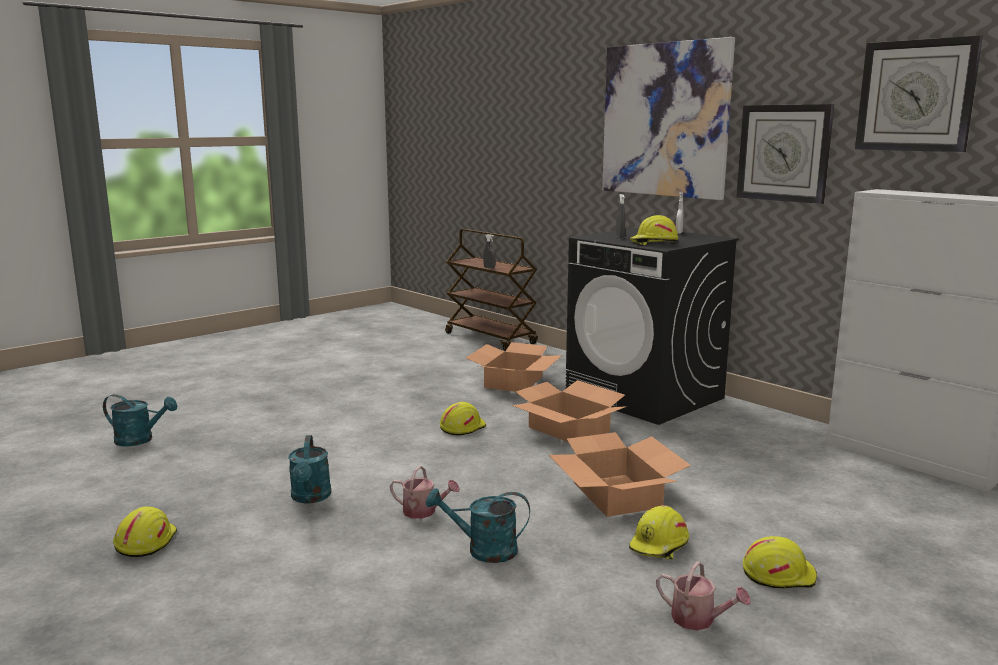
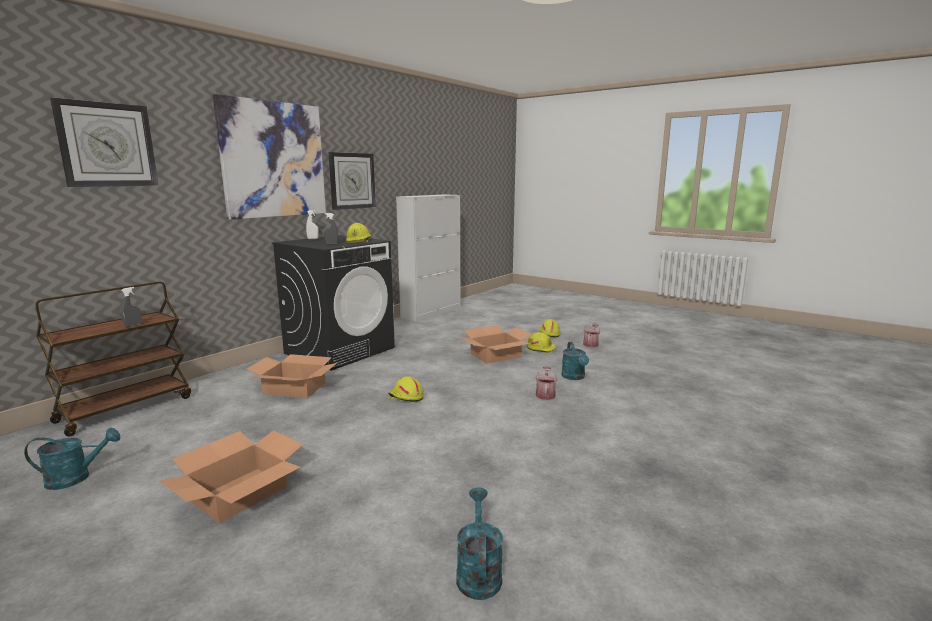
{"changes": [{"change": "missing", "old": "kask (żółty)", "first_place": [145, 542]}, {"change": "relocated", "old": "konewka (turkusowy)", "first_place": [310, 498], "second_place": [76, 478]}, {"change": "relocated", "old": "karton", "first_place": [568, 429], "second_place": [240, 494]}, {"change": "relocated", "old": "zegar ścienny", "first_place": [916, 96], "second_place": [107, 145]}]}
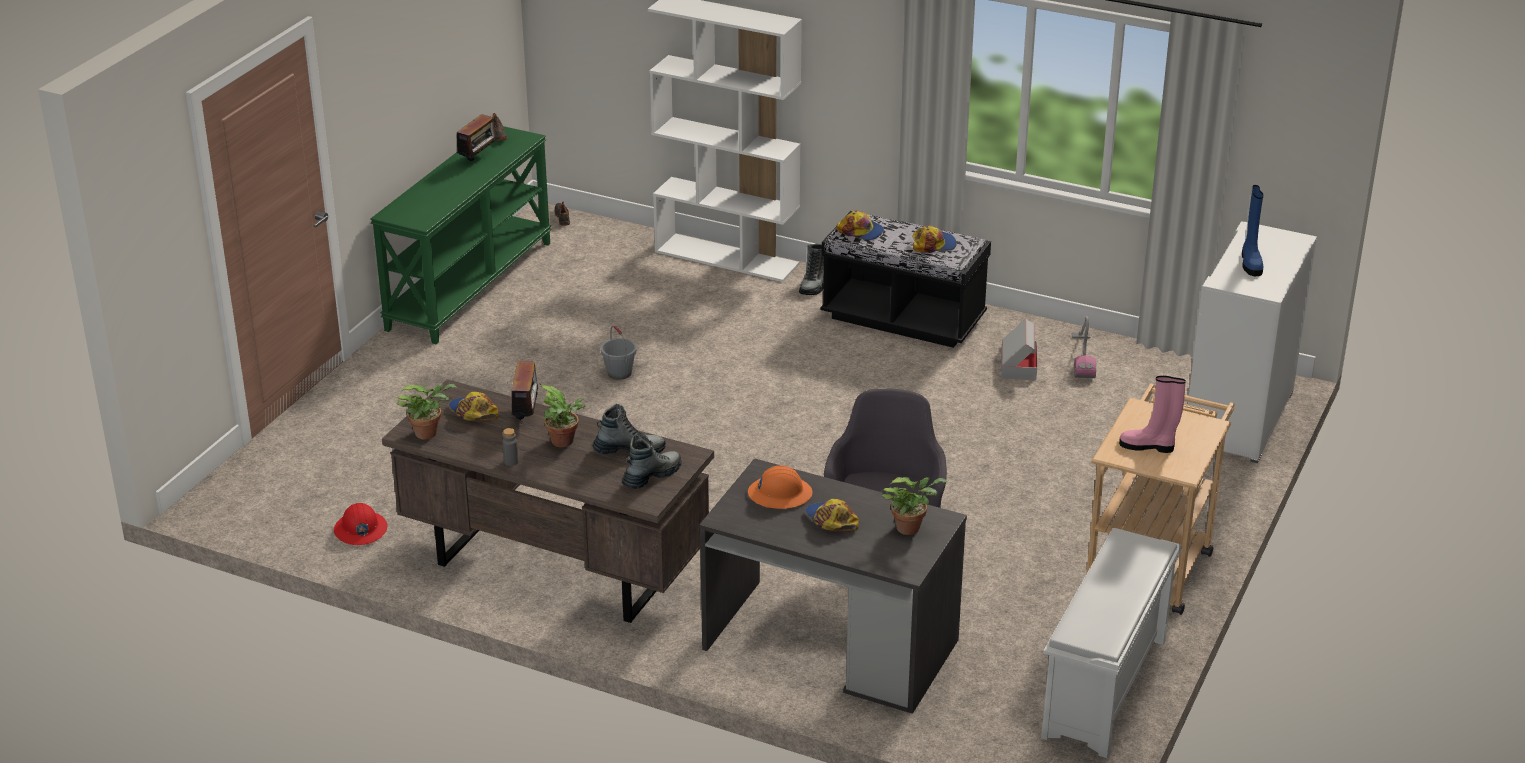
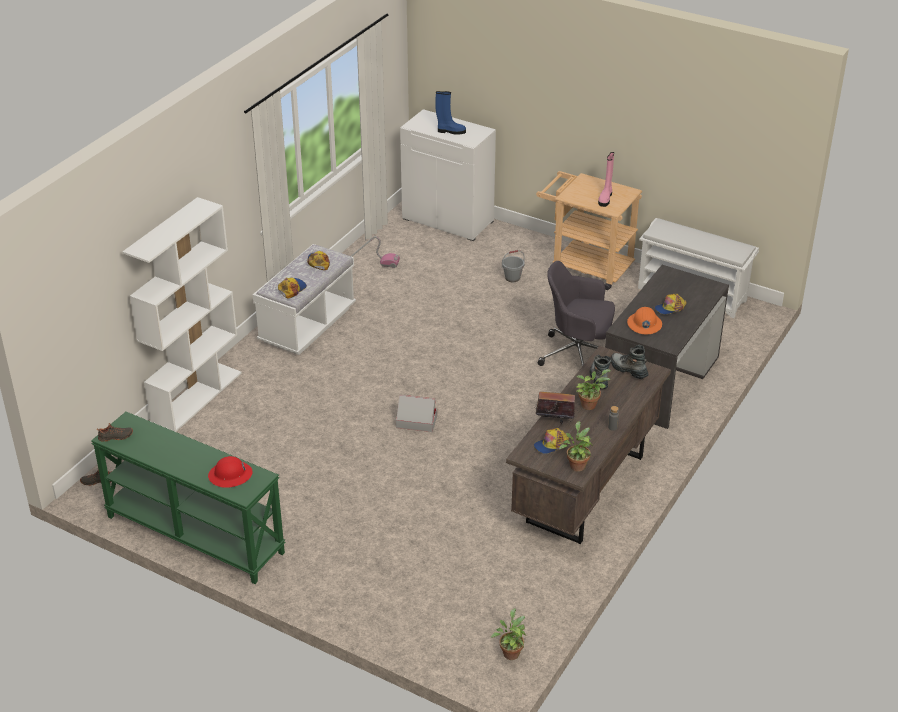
{"changes": [{"change": "missing", "old": "radio", "first_place": [478, 158]}, {"change": "missing", "old": "but z cholewką", "first_place": [814, 284]}, {"change": "relocated", "old": "kask (czerwony)", "first_place": [360, 530], "second_place": [230, 475]}, {"change": "relocated", "old": "wiadro (szary)", "first_place": [620, 373], "second_place": [512, 278]}, {"change": "relocated", "old": "roślina doniczkowa", "first_place": [911, 527], "second_place": [510, 652]}, {"change": "relocated", "old": "karton", "first_place": [1018, 365], "second_place": [416, 422]}, {"change": "colour", "old": "ławka (czarny)", "new": "ławka (biały)", "first_place": [903, 318], "second_place": [307, 325]}]}
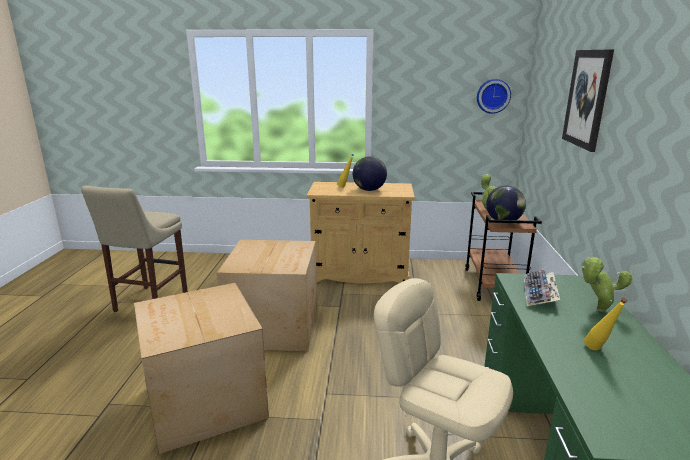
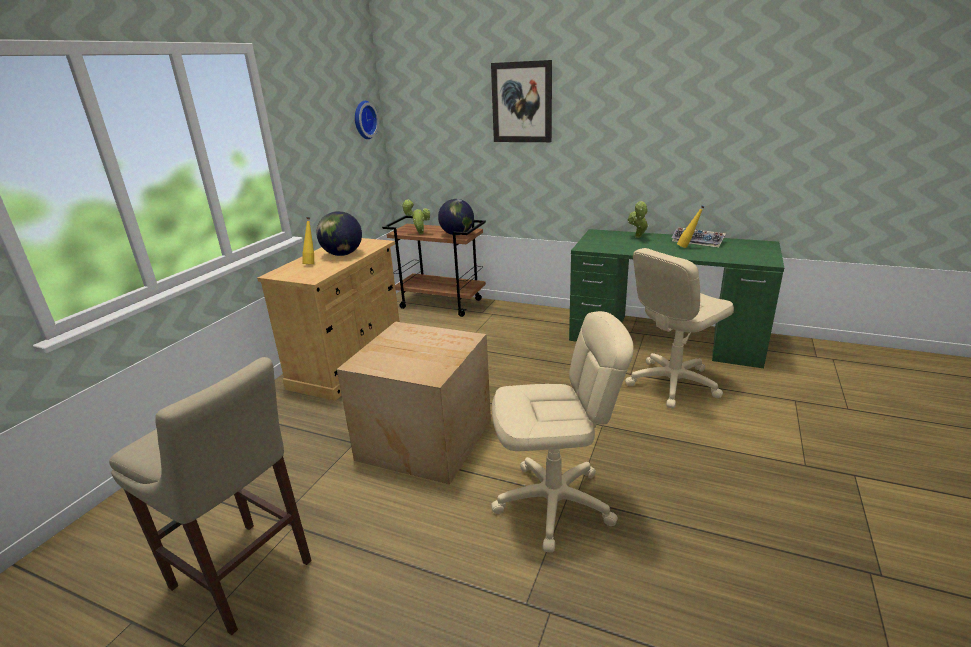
{"changes": [{"change": "relocated", "old": "klawiatura", "first_place": [540, 294], "second_place": [698, 241]}, {"change": "exchanged", "old": "karton", "new": "krzesło biurowe (beżowy)", "first_place": [204, 403], "second_place": [554, 504]}]}
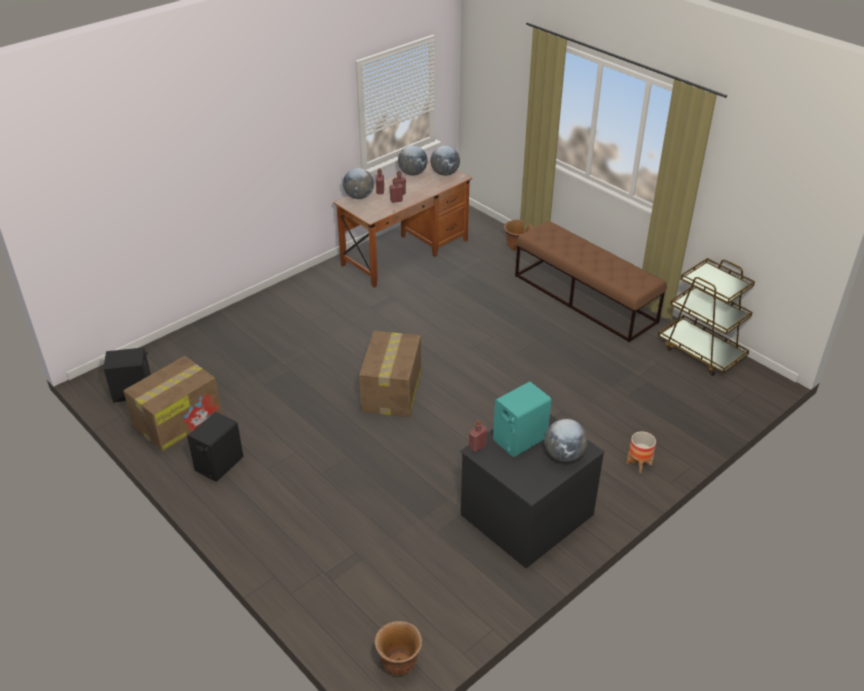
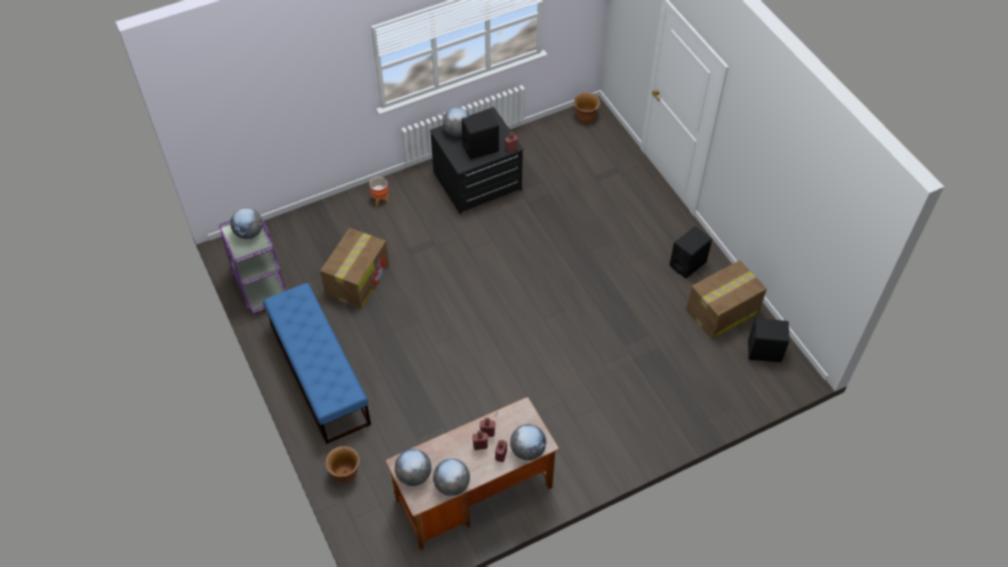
{"changes": [{"change": "appeared", "new": "globus", "second_place": [249, 233]}, {"change": "relocated", "old": "karton", "first_place": [391, 392], "second_place": [358, 279]}, {"change": "colour", "old": "głośnik (turkusowy)", "new": "głośnik (czarny)", "first_place": [519, 439], "second_place": [481, 148]}, {"change": "colour", "old": "ławka (brązowy)", "new": "ławka (niebieski)", "first_place": [585, 298], "second_place": [319, 373]}, {"change": "colour", "old": "wózek (brązowy)", "new": "wózek (fioletowy)", "first_place": [701, 352], "second_place": [260, 285]}]}
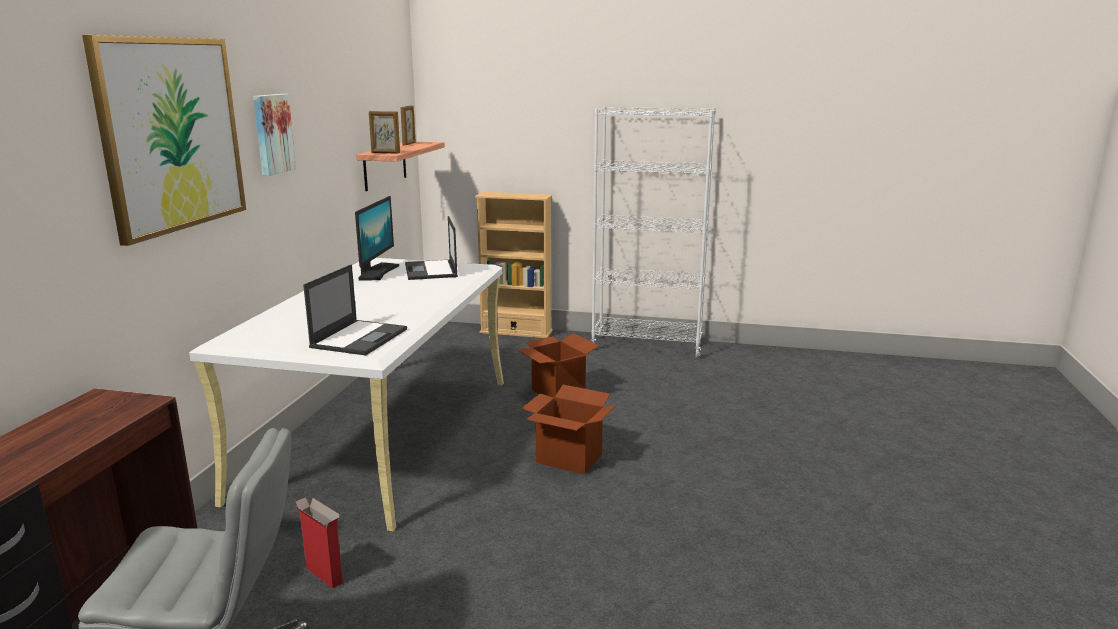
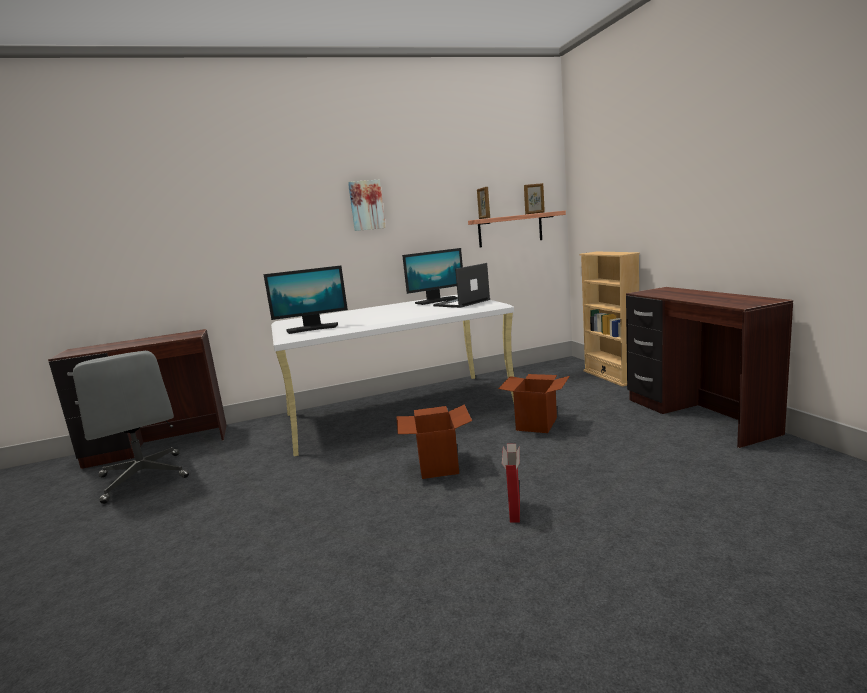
{"changes": [{"change": "missing", "old": "obraz", "first_place": [172, 134]}, {"change": "relocated", "old": "karton", "first_place": [323, 575], "second_place": [515, 510]}, {"change": "exchanged", "old": "laptop", "new": "monitor", "first_place": [360, 338], "second_place": [312, 328]}, {"change": "exchanged", "old": "regał (biały)", "new": "biurko (brązowy)", "first_place": [647, 346], "second_place": [696, 416]}]}
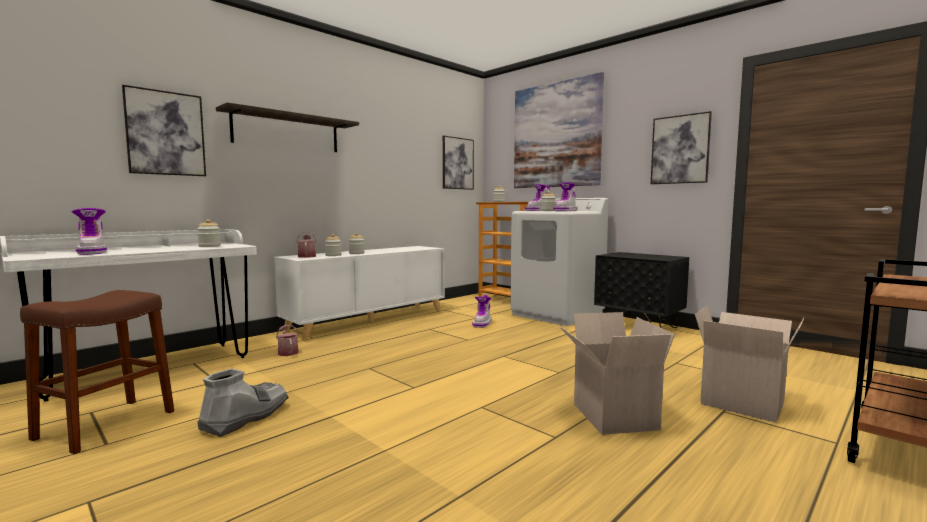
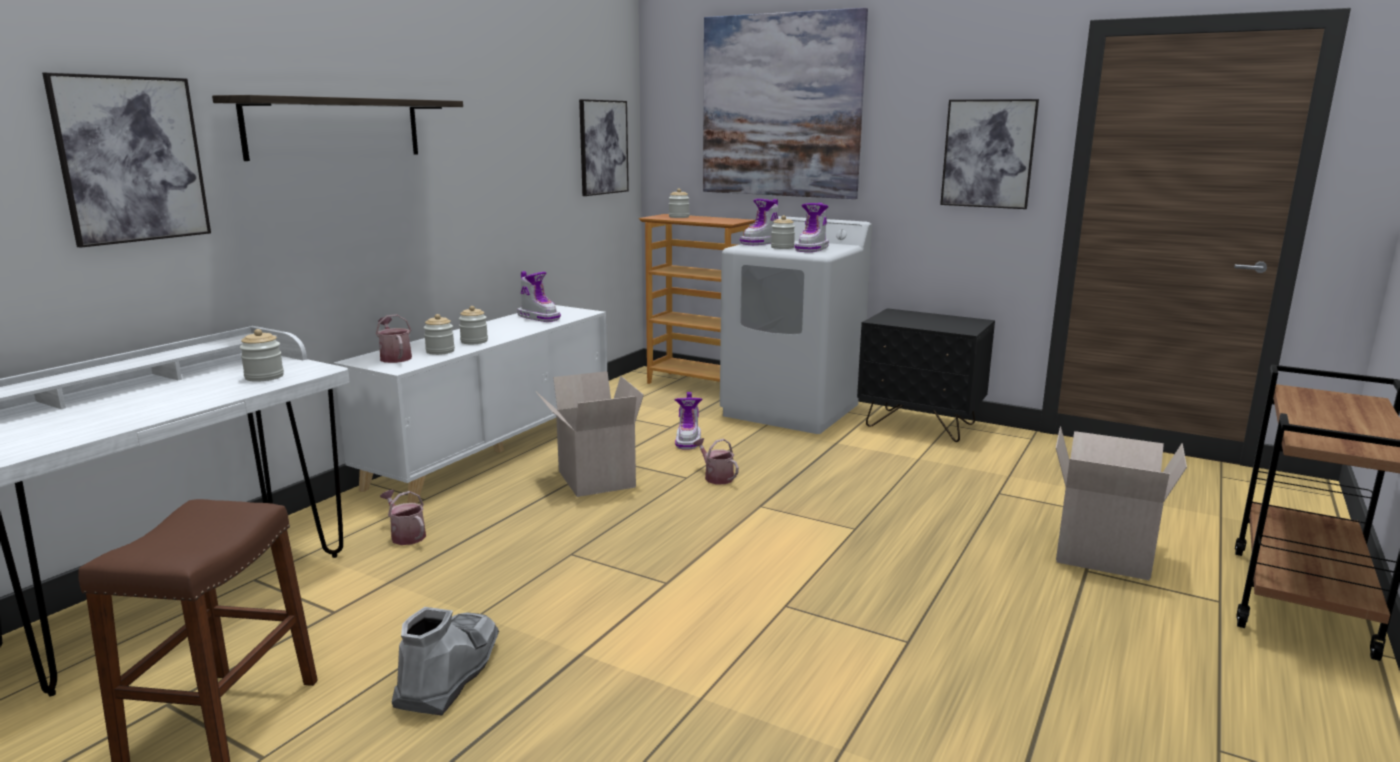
{"changes": [{"change": "appeared", "new": "konewka", "second_place": [716, 477]}, {"change": "relocated", "old": "but z cholewką", "first_place": [92, 252], "second_place": [539, 317]}, {"change": "relocated", "old": "karton", "first_place": [611, 416], "second_place": [593, 479]}]}
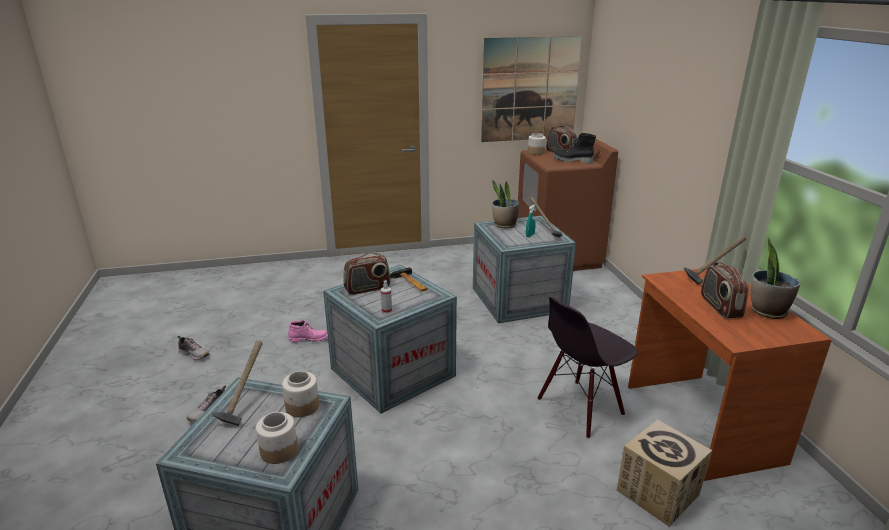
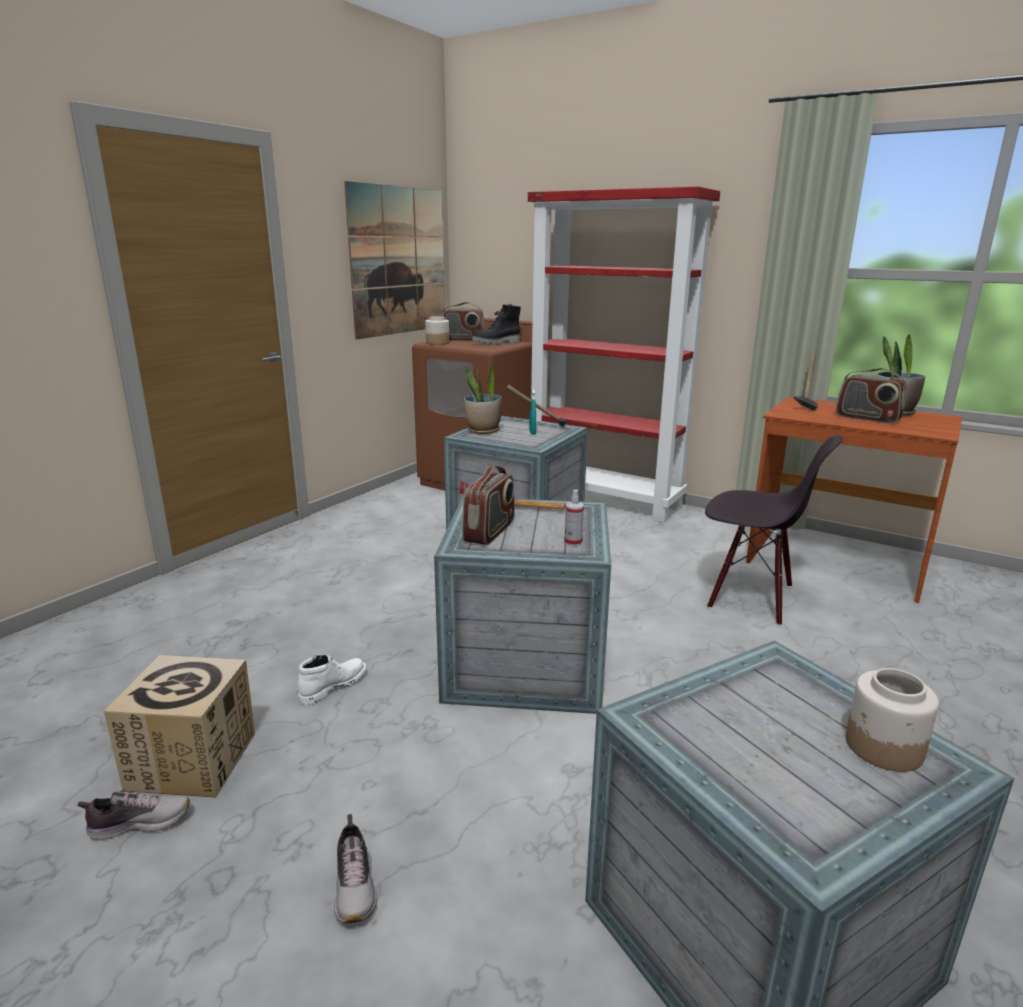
{"changes": [{"change": "missing", "old": "młotek", "first_place": [244, 405]}, {"change": "missing", "old": "słoik", "first_place": [302, 407]}, {"change": "appeared", "new": "regał (czerwony)", "second_place": [605, 500]}, {"change": "relocated", "old": "karton", "first_place": [658, 492], "second_place": [193, 760]}, {"change": "colour", "old": "but z cholewką (różowy)", "new": "but z cholewką (biały)", "first_place": [309, 339], "second_place": [333, 686]}, {"change": "spun", "old": "krzesło (czarny)", "first_place": [580, 408], "second_place": [750, 597], "degrees": -75}]}
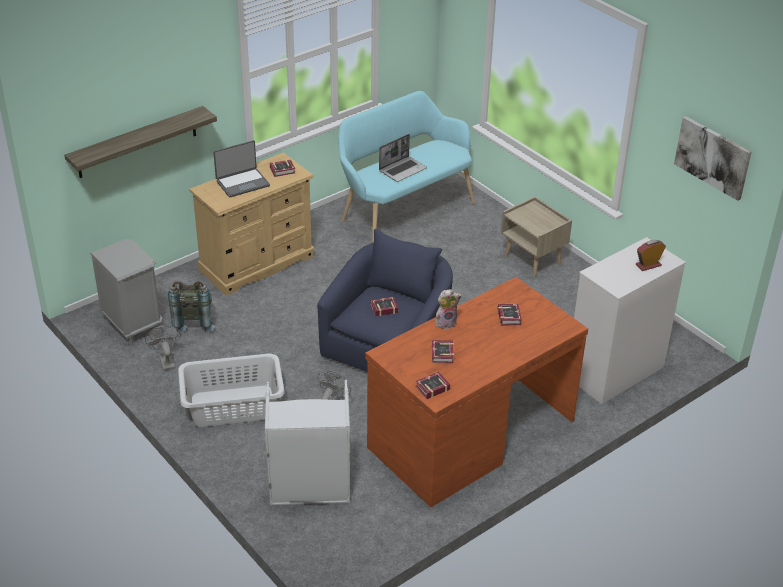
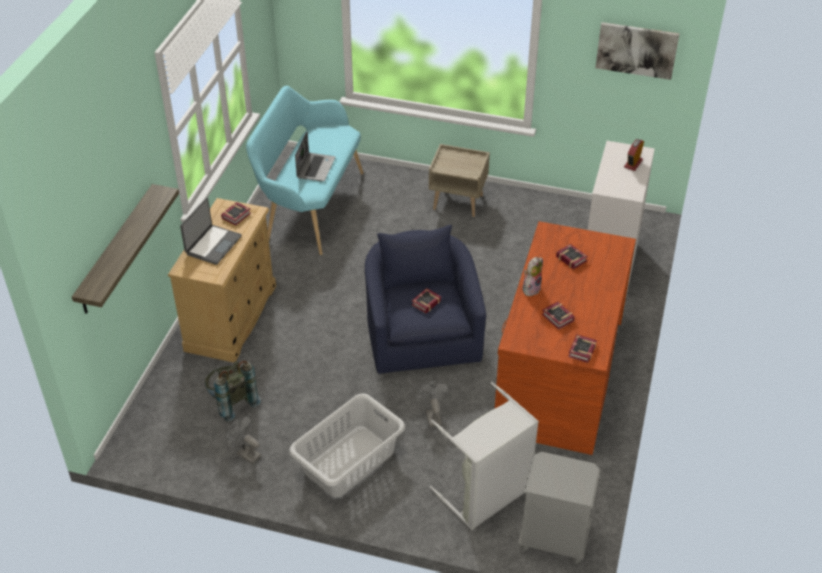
{"changes": [{"change": "relocated", "old": "szafka nocna (szary)", "first_place": [133, 325], "second_place": [553, 539]}]}
